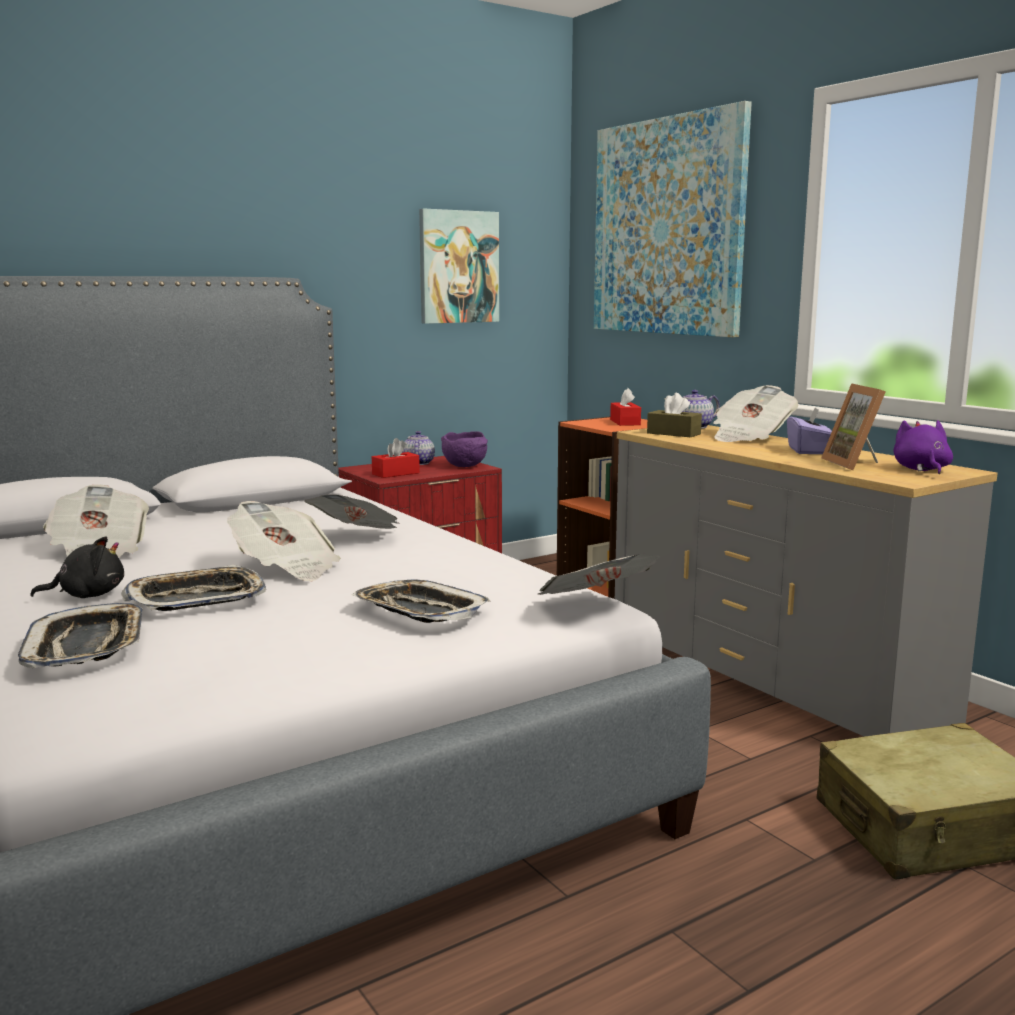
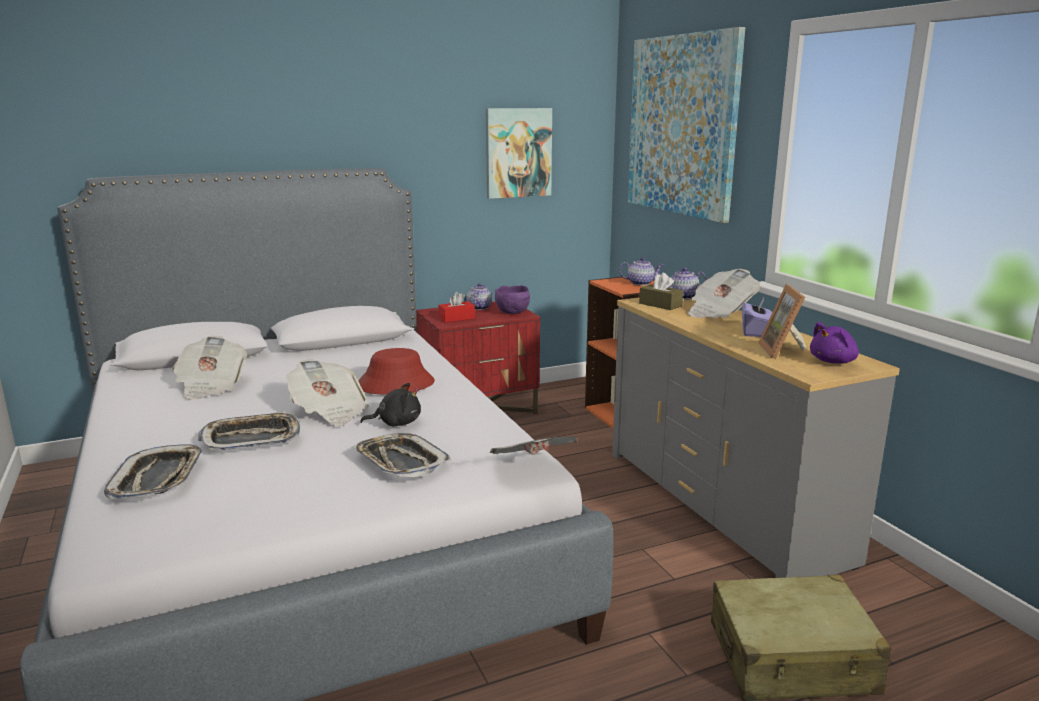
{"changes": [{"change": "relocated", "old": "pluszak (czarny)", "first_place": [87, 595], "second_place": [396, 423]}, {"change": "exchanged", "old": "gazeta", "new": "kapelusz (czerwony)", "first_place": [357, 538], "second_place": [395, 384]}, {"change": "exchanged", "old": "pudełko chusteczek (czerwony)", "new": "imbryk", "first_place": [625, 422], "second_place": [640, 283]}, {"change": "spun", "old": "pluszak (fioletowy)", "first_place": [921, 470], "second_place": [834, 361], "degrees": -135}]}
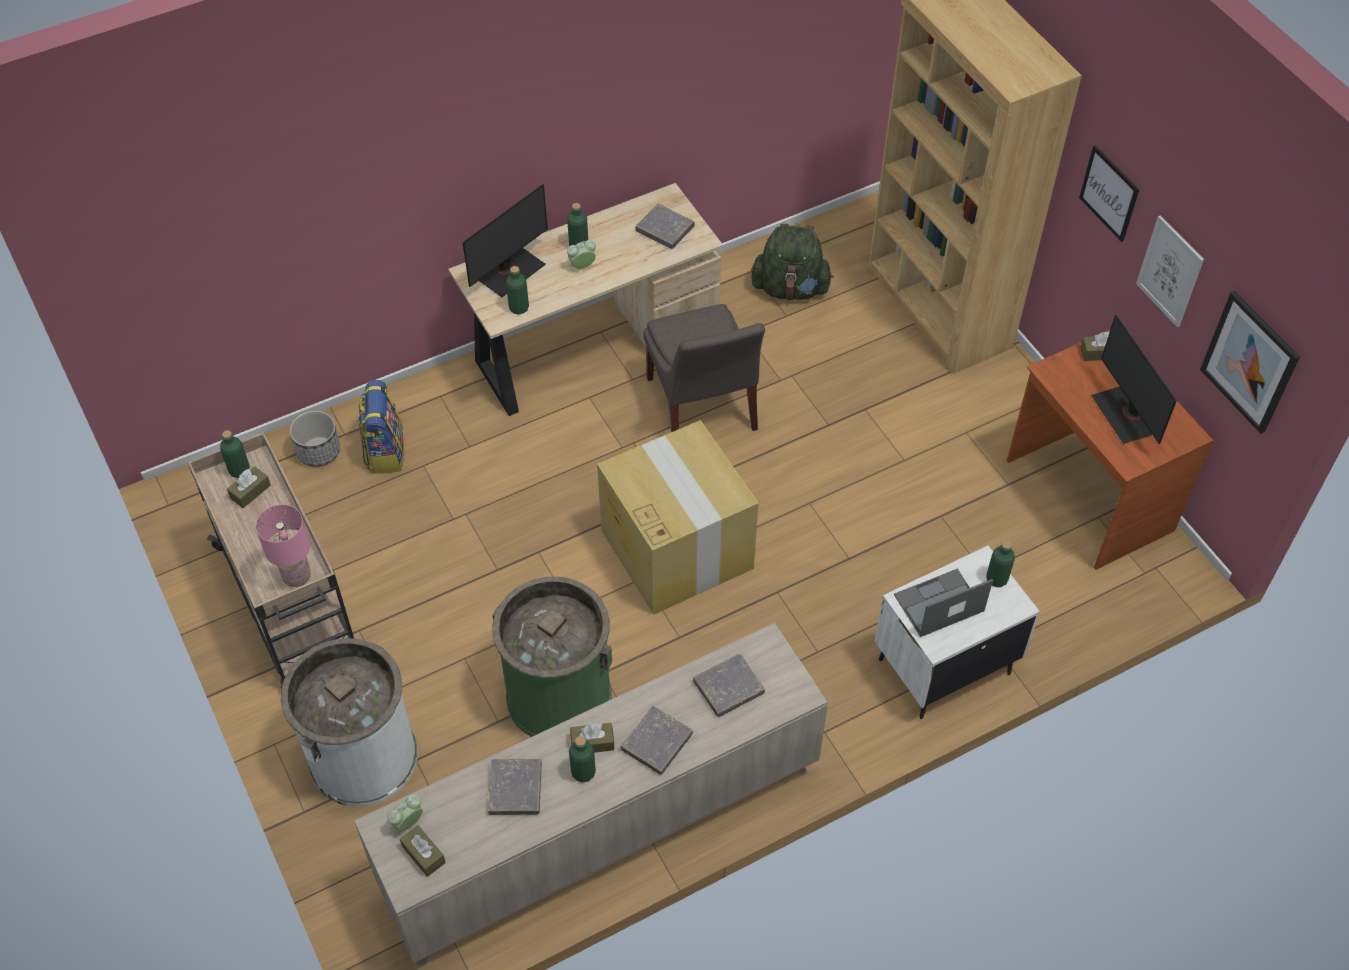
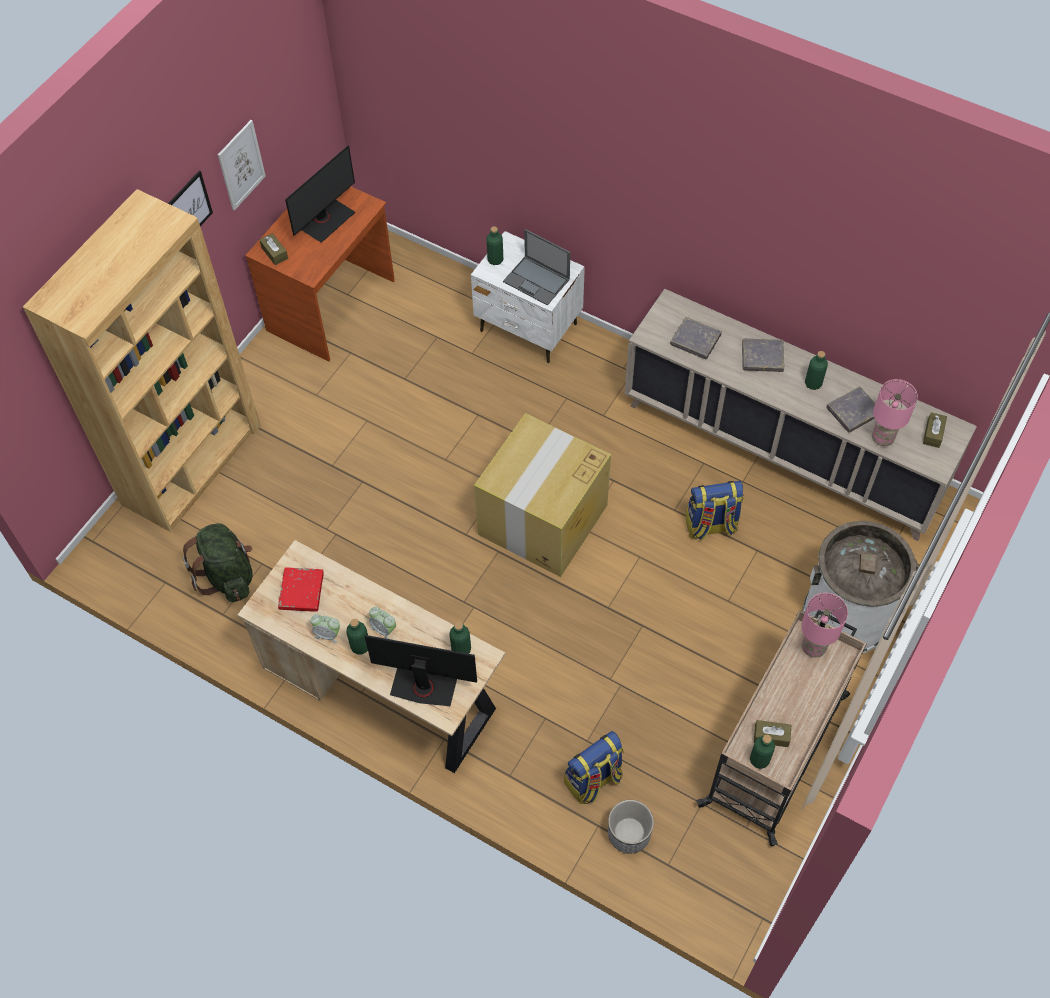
{"changes": [{"change": "missing", "old": "pudełko chusteczek (brązowy)", "first_place": [592, 743]}, {"change": "missing", "old": "krzesło (szary)", "first_place": [702, 408]}, {"change": "missing", "old": "obraz", "first_place": [1250, 362]}, {"change": "appeared", "new": "lampa stołowa (różowy)", "second_place": [882, 439]}, {"change": "relocated", "old": "budzik", "first_place": [408, 823], "second_place": [328, 634]}, {"change": "exchanged", "old": "kosz na śmieci (zielony)", "new": "plecak", "first_place": [558, 695], "second_place": [710, 526]}, {"change": "colour", "old": "książka (szary)", "new": "książka (czerwony)", "first_place": [664, 229], "second_place": [301, 591]}]}
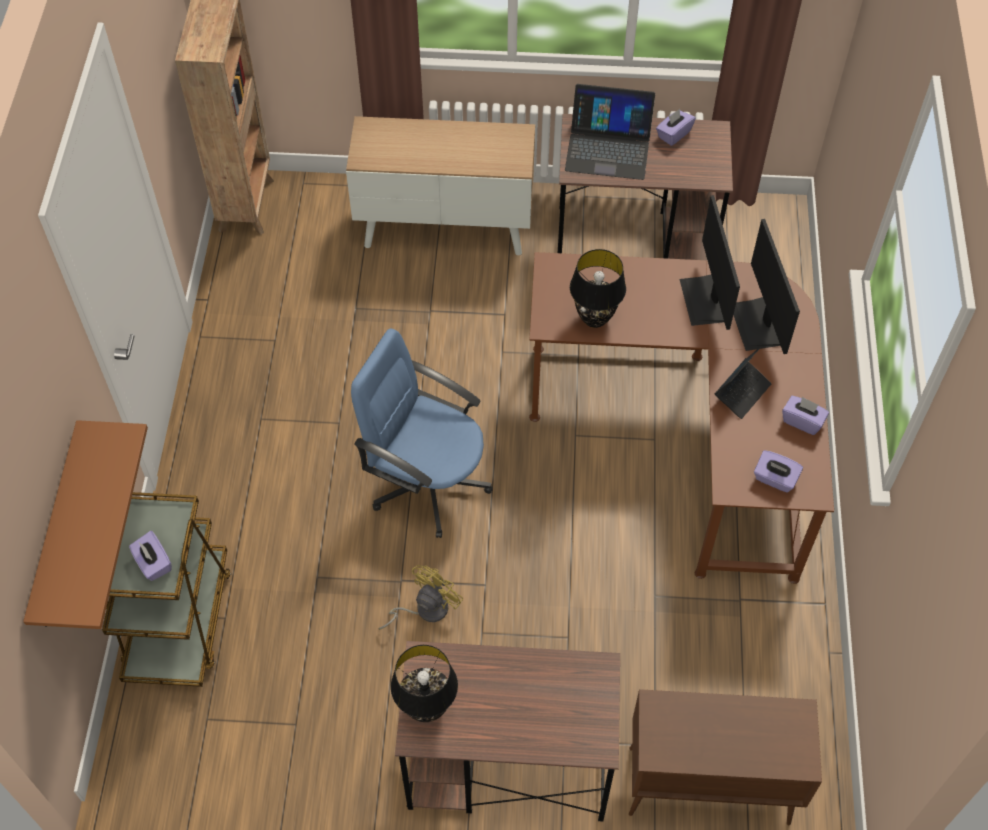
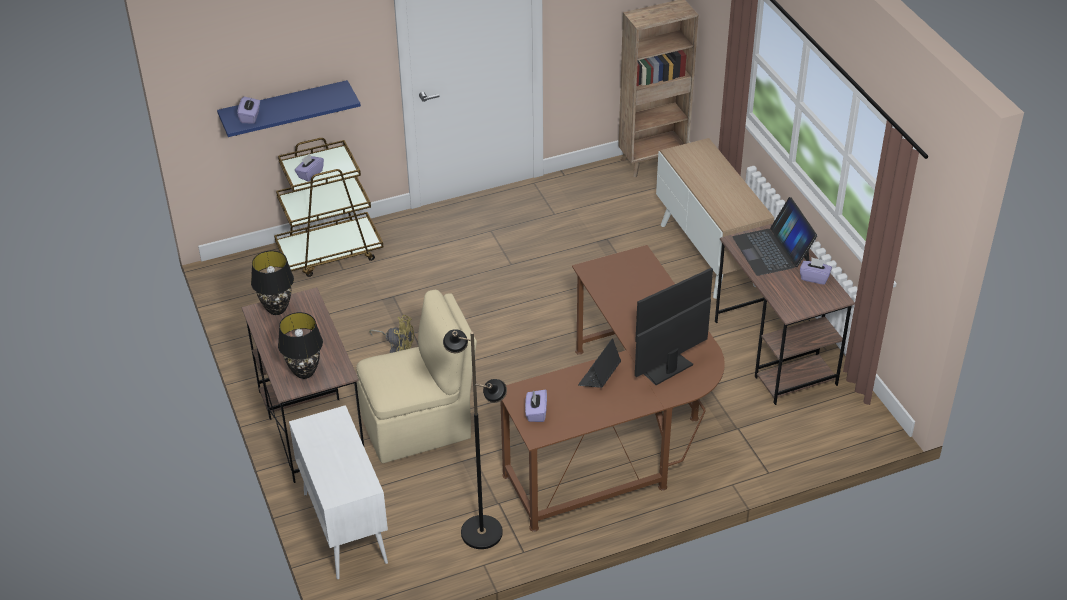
{"changes": [{"change": "missing", "old": "krzesło biurowe (niebieski)", "first_place": [428, 482]}, {"change": "appeared", "new": "krzesło (beżowy)", "second_place": [419, 426]}, {"change": "appeared", "new": "lampa stojąca (czarny)", "second_place": [481, 532]}, {"change": "relocated", "old": "lampa stołowa (czarny)", "first_place": [594, 318], "second_place": [305, 372]}, {"change": "relocated", "old": "pudełko chusteczek (fioletowy)", "first_place": [802, 421], "second_place": [250, 117]}, {"change": "colour", "old": "półka (brązowy)", "new": "półka (niebieski)", "first_place": [58, 530], "second_place": [285, 109]}, {"change": "colour", "old": "szafka (brązowy)", "new": "szafka (biały)", "first_place": [706, 786], "second_place": [344, 527]}, {"change": "spun", "old": "laptop", "first_place": [742, 392], "second_place": [599, 376], "degrees": 105}]}
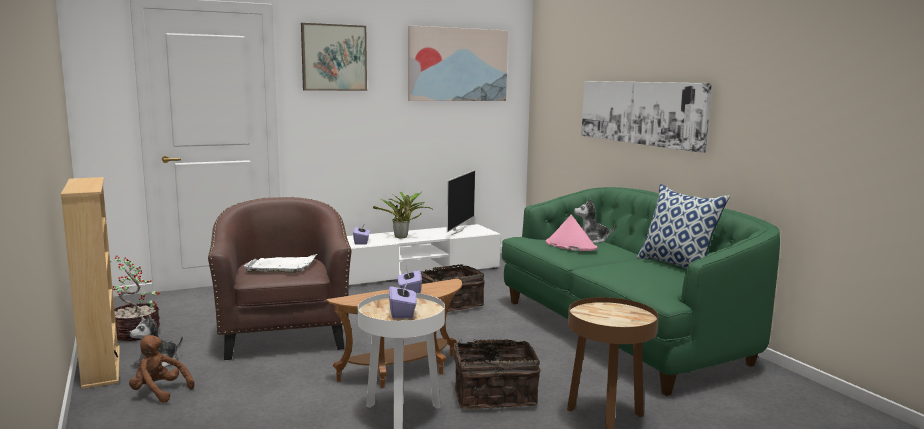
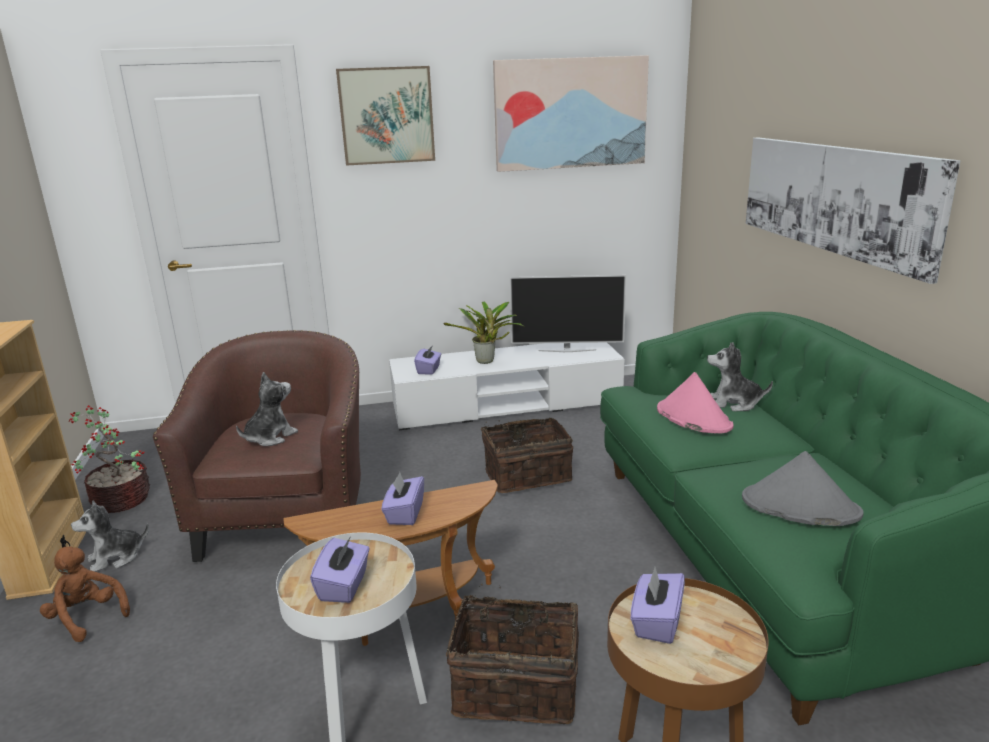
{"changes": [{"change": "missing", "old": "poduszka", "first_place": [677, 266]}, {"change": "appeared", "new": "pudełko chusteczek (fioletowy)", "second_place": [656, 622]}, {"change": "appeared", "new": "kapelusz (szary)", "second_place": [799, 506]}, {"change": "exchanged", "old": "taca (biały)", "new": "pluszak", "first_place": [281, 266], "second_place": [270, 437]}, {"change": "spun", "old": "telewizor", "first_place": [457, 230], "second_place": [567, 350], "degrees": 60}]}
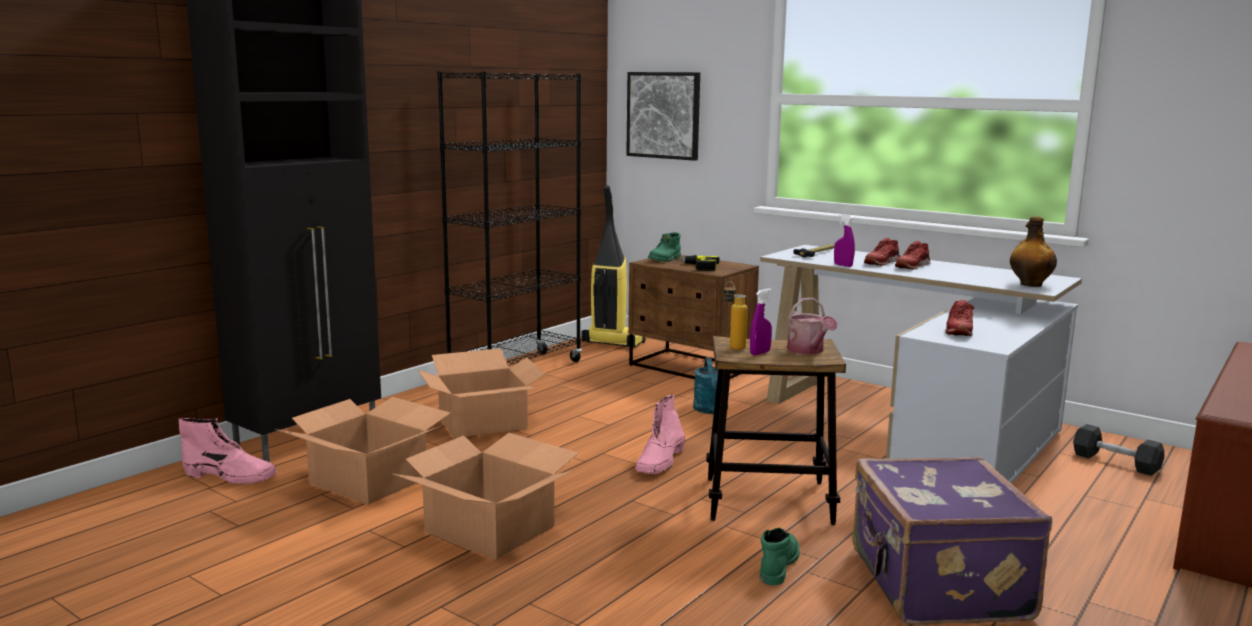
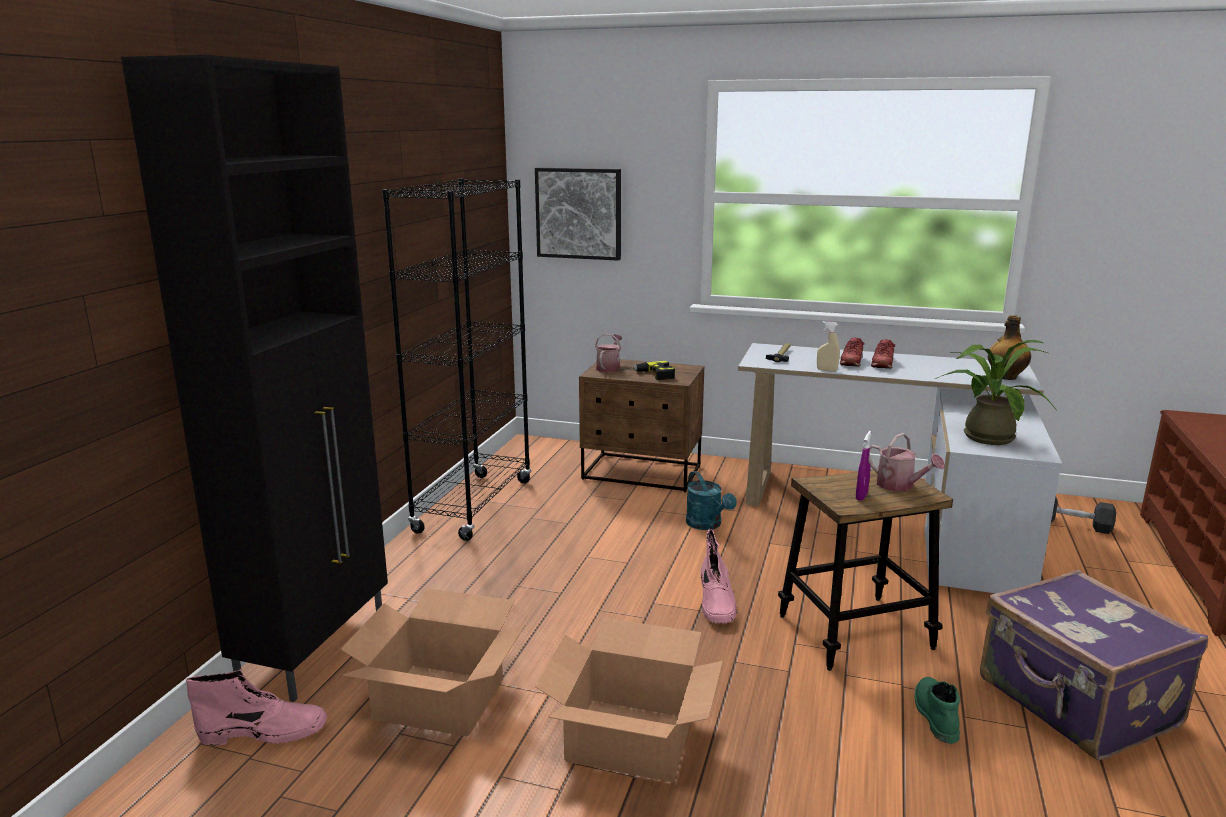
{"changes": [{"change": "missing", "old": "karton", "first_place": [483, 422]}, {"change": "missing", "old": "odkurzacz", "first_place": [612, 343]}, {"change": "missing", "old": "butelka", "first_place": [733, 346]}, {"change": "exchanged", "old": "but z cholewką (zielony)", "new": "konewka", "first_place": [665, 259], "second_place": [609, 368]}, {"change": "exchanged", "old": "but (czerwony)", "new": "roślina doniczkowa", "first_place": [958, 330], "second_place": [985, 435]}, {"change": "colour", "old": "spryskiwacz (fioletowy)", "new": "spryskiwacz (beżowy)", "first_place": [843, 265], "second_place": [826, 370]}]}
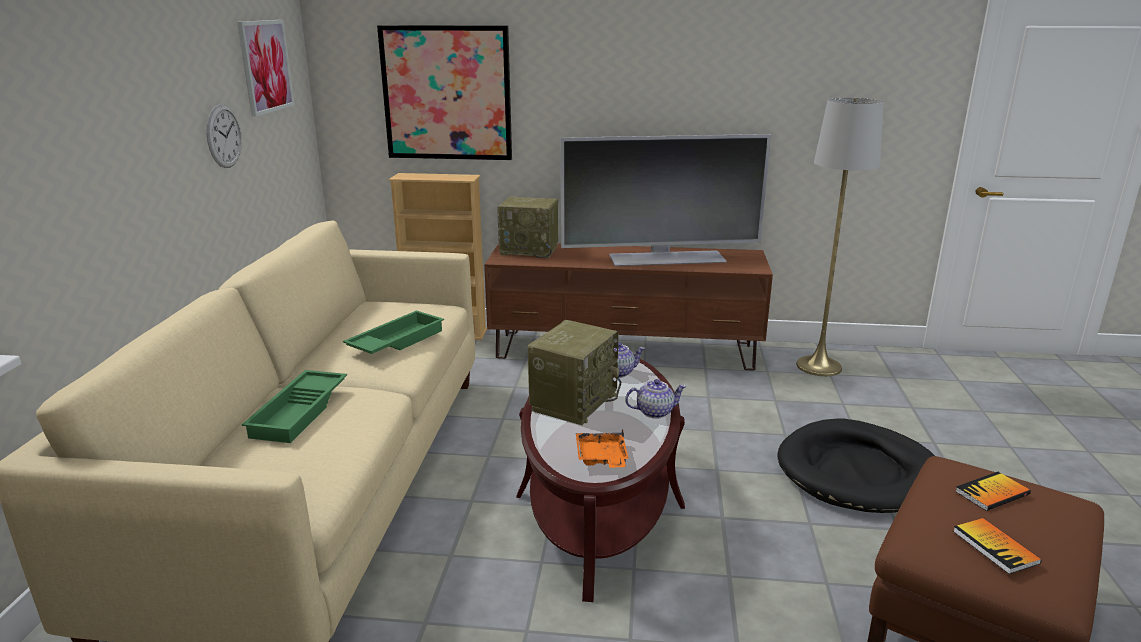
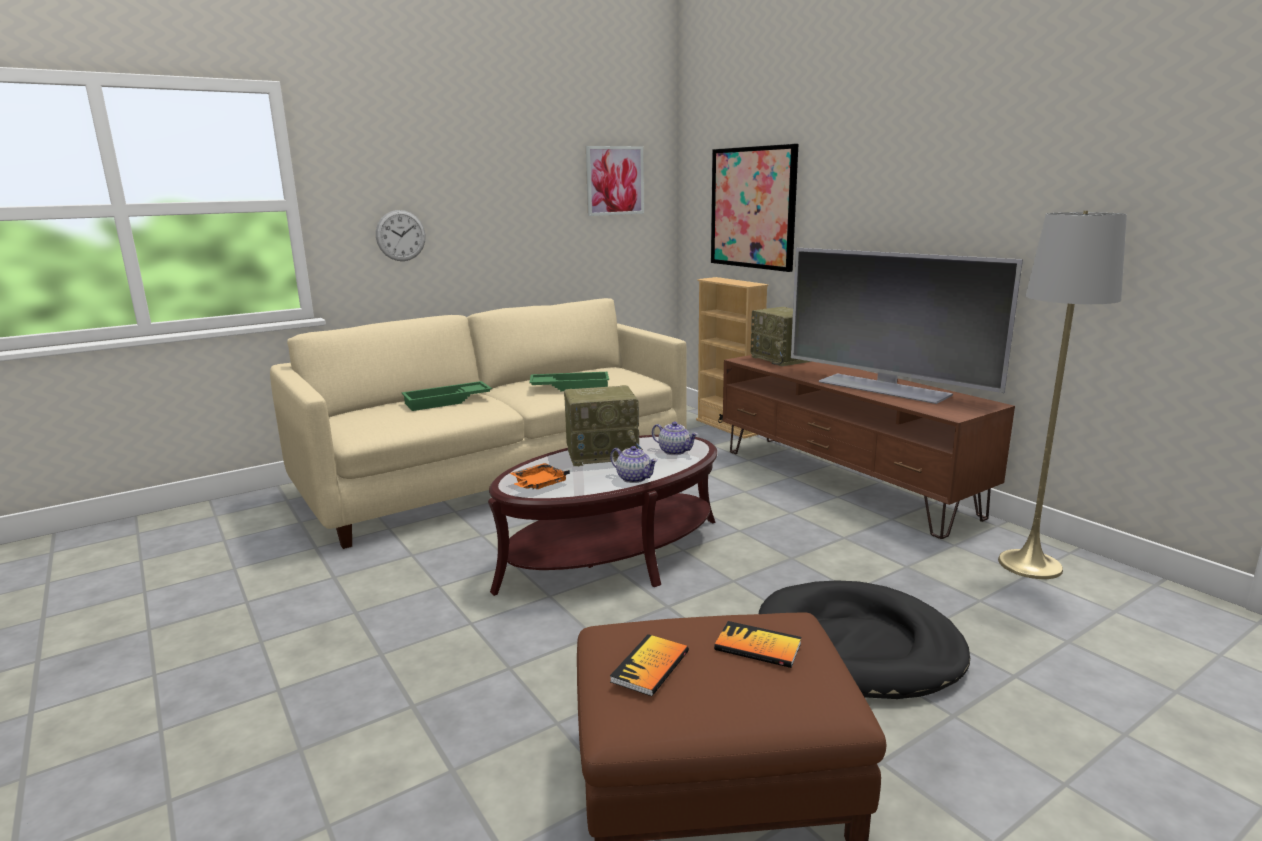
{"changes": [{"change": "relocated", "old": "zegar ścienny", "first_place": [224, 136], "second_place": [400, 235]}]}
